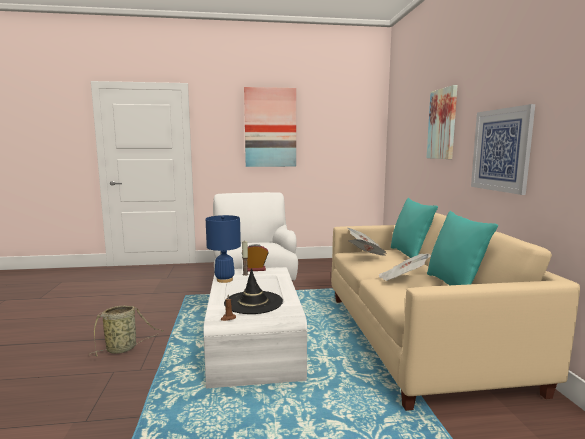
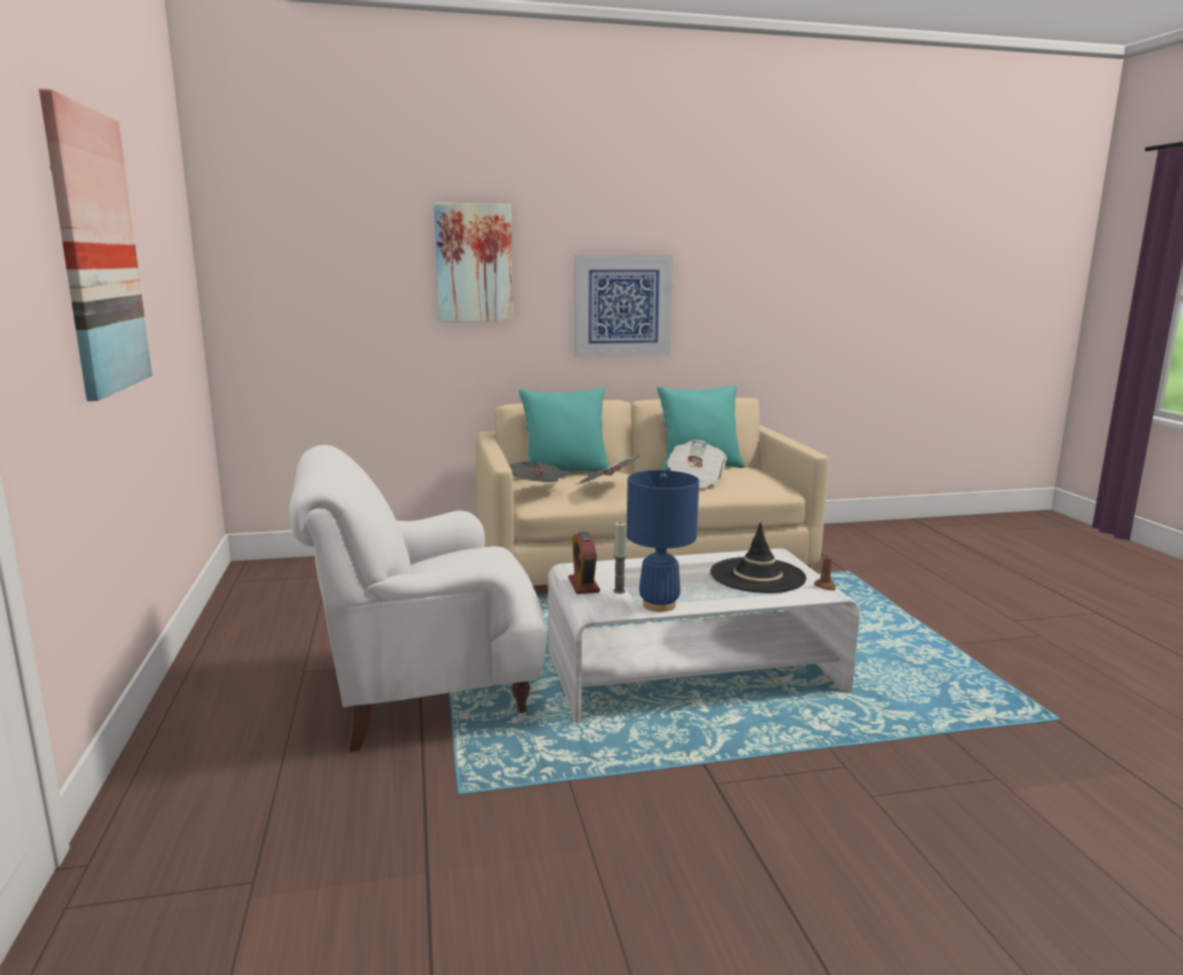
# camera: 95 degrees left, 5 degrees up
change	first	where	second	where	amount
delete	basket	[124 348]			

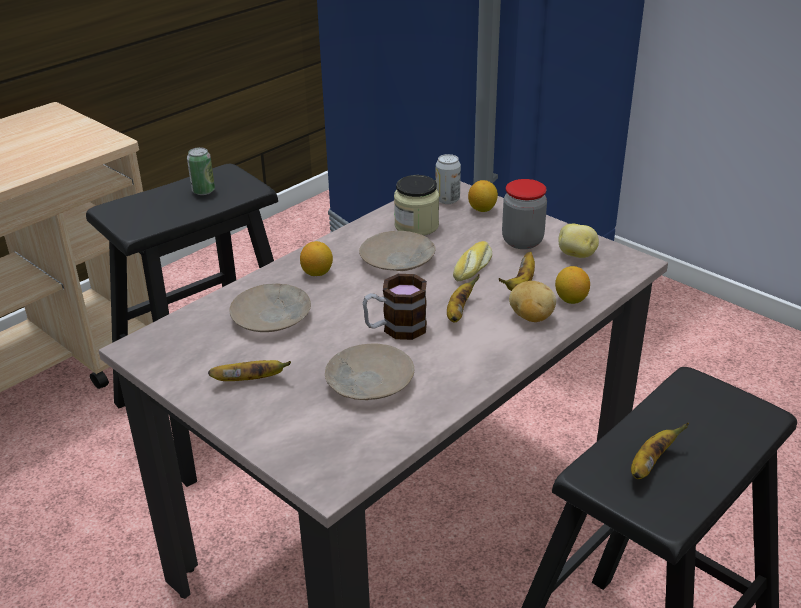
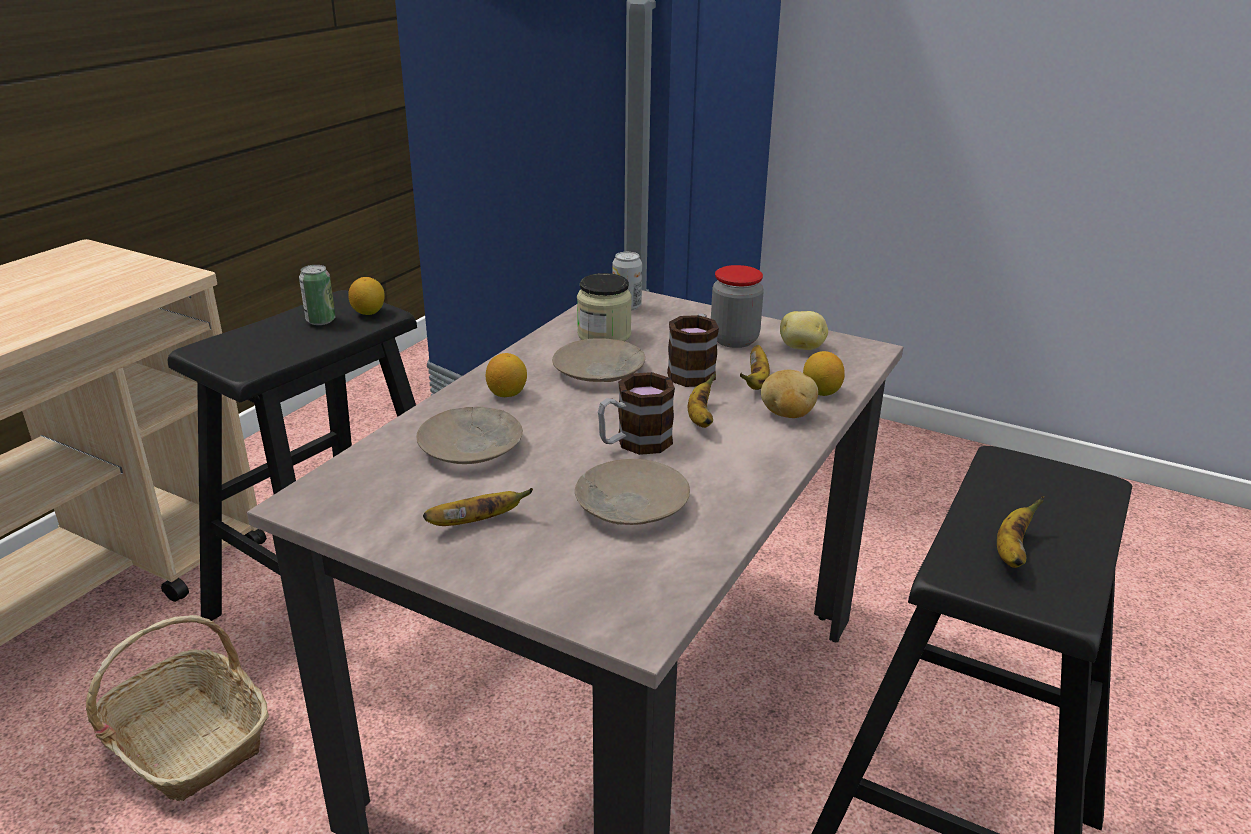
# camera: 15 degrees left, 5 degrees down
change	first	where	second	where	amount
move	citrus fruit	[482 209]		[369 312]	
replace	bread	[474 268]	coffee mug	[693 371]	
insert			basket	[187 741]	

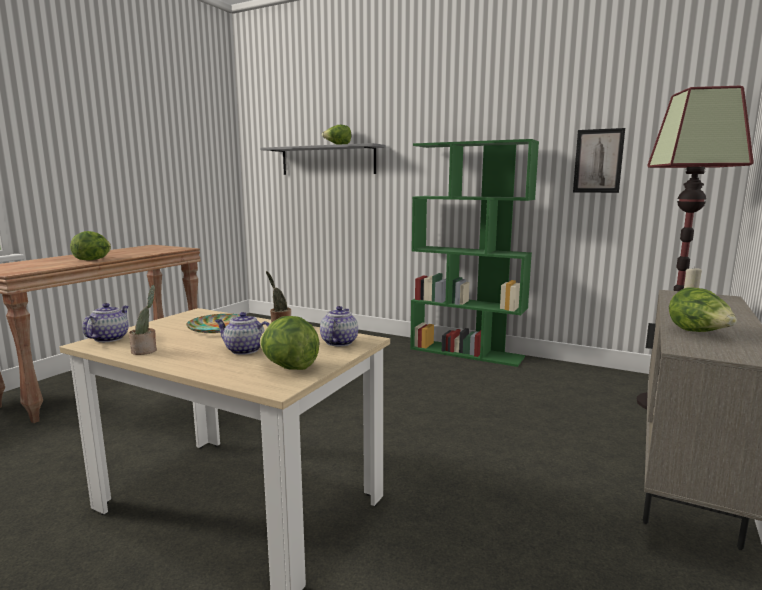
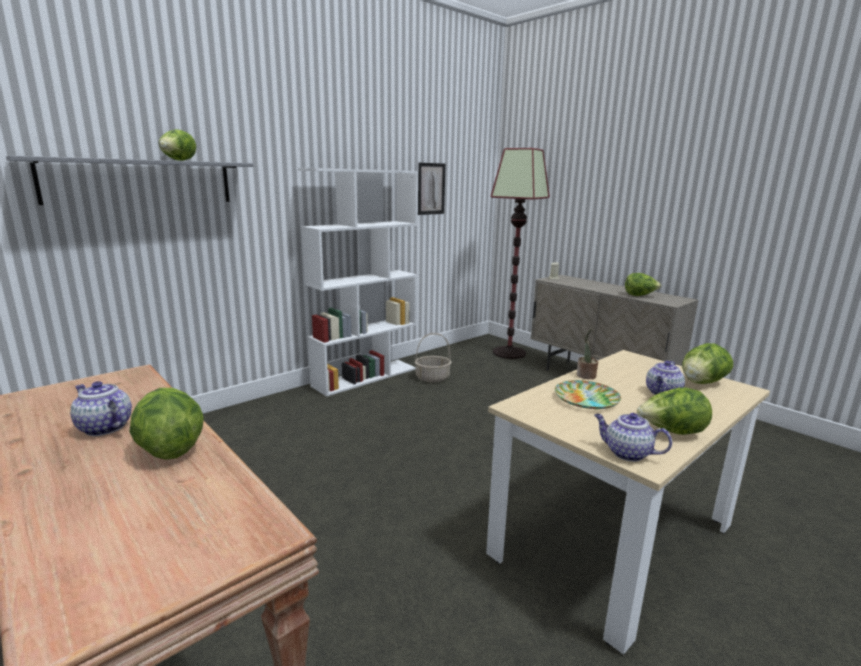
# camera: 70 degrees left, 5 degrees up
change	first	where	second	where	amount
recolor	bookcase (green-coloured)	[467 353]	bookcase (whitish)	[365 377]	
replace	plant in a pot	[146 350]	head of lettuce	[671 432]	
move	teapot	[339 342]		[104 427]	
insert			basket	[433 378]	

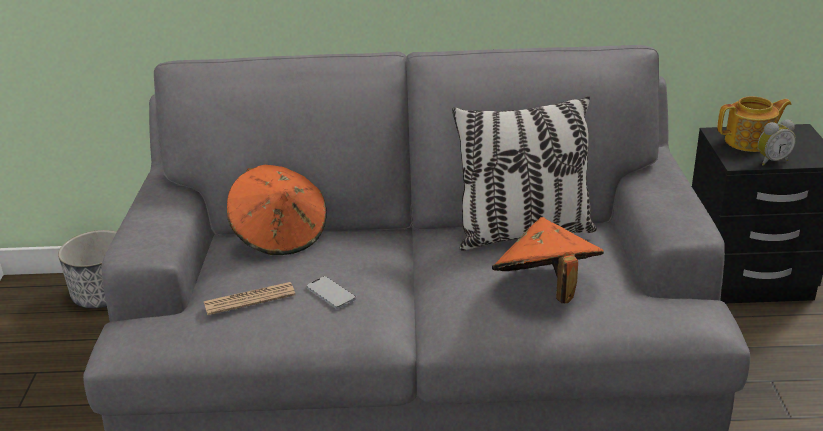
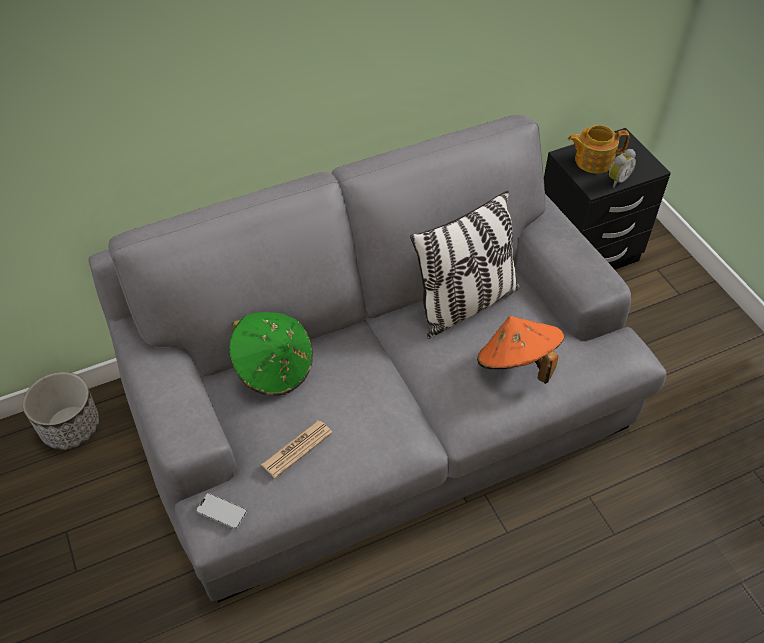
# camera: 25 degrees left, 20 degrees up
change	first	where	second	where	amount
rotate	teapot	[750 141]		[593 160]	150 degrees counterclockwise
recolor	clothing hat (orange)	[280 235]	clothing hat (green-coloured)	[274 367]	
move	handset	[331 293]		[222 511]	

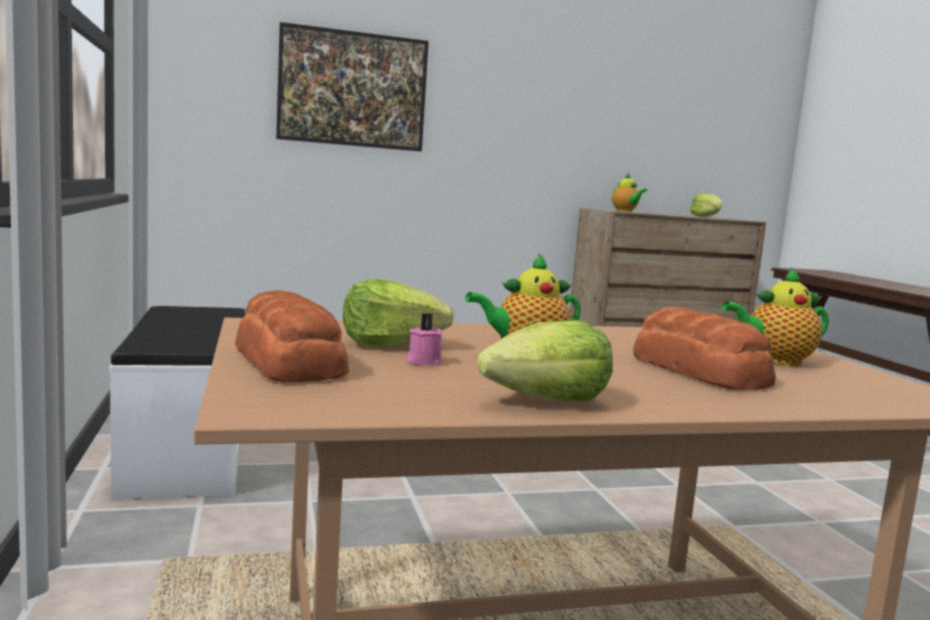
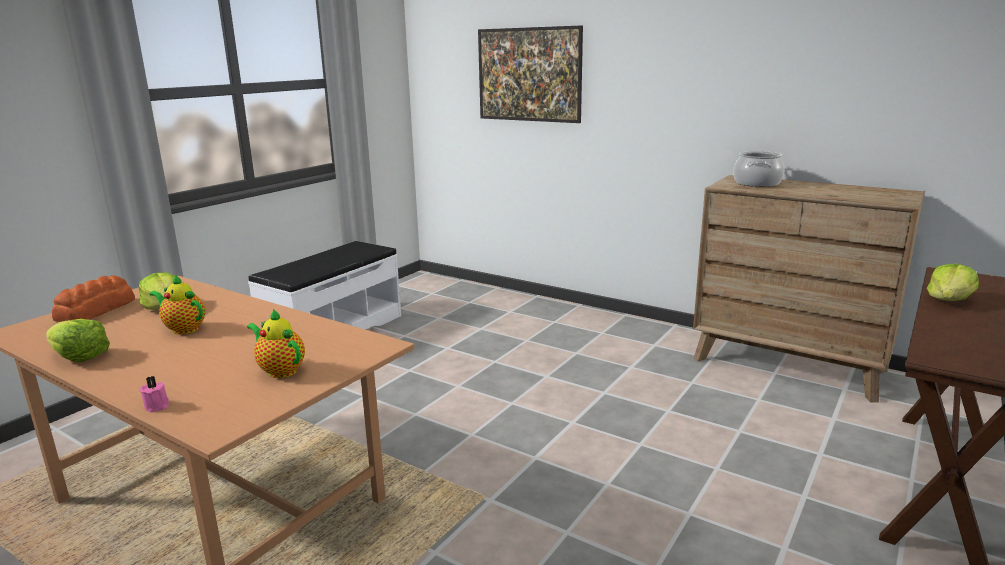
# camera: 50 degrees right, 10 degrees up
change	first	where	second	where	amount
replace	teapot	[625 211]	cooking pot	[756 183]	
move	head of lettuce	[706 217]		[949 300]	
delete	bread	[699 372]			
move	candle (pink)	[423 361]		[157 405]	

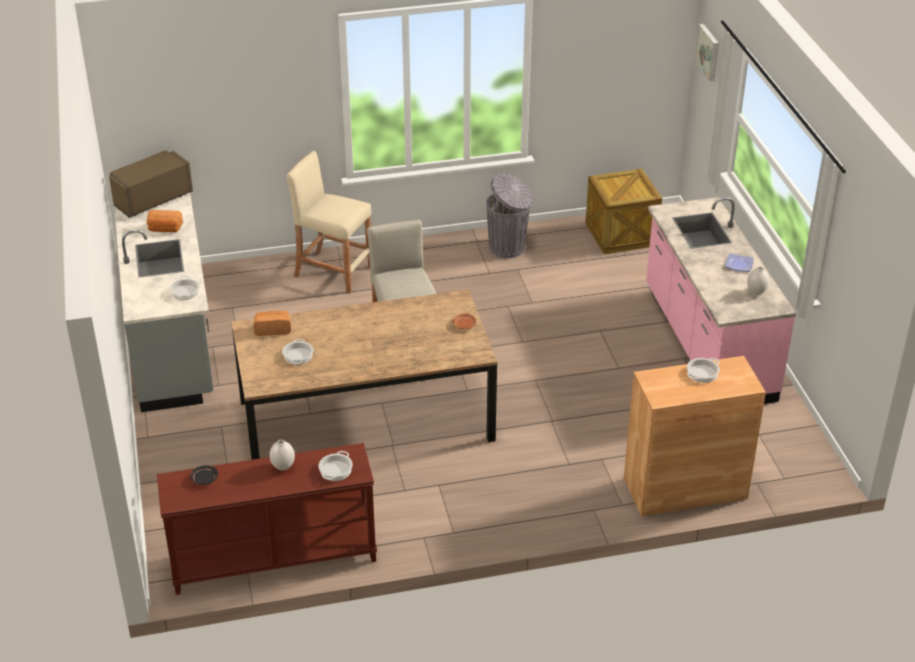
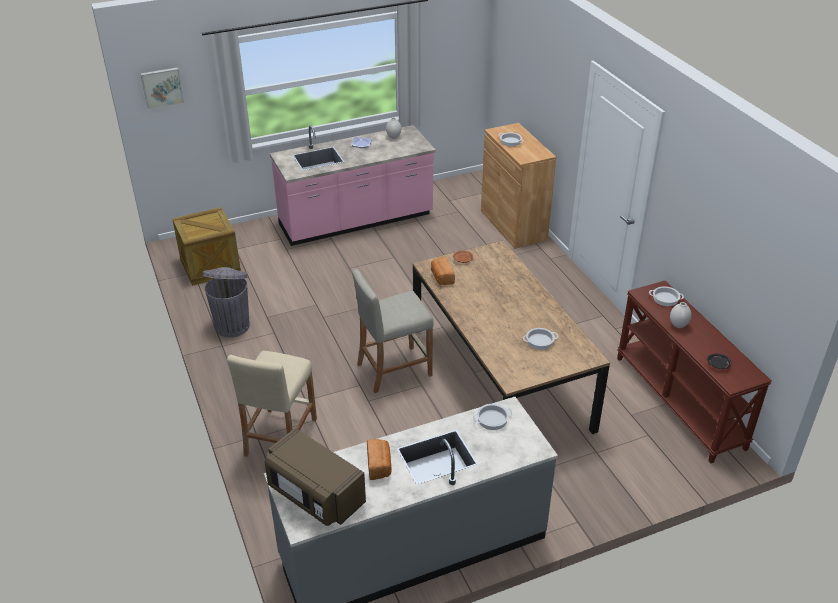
# camera: 100 degrees left, 0 degrees up
change	first	where	second	where	amount
move	bread	[272 329]		[442 277]	

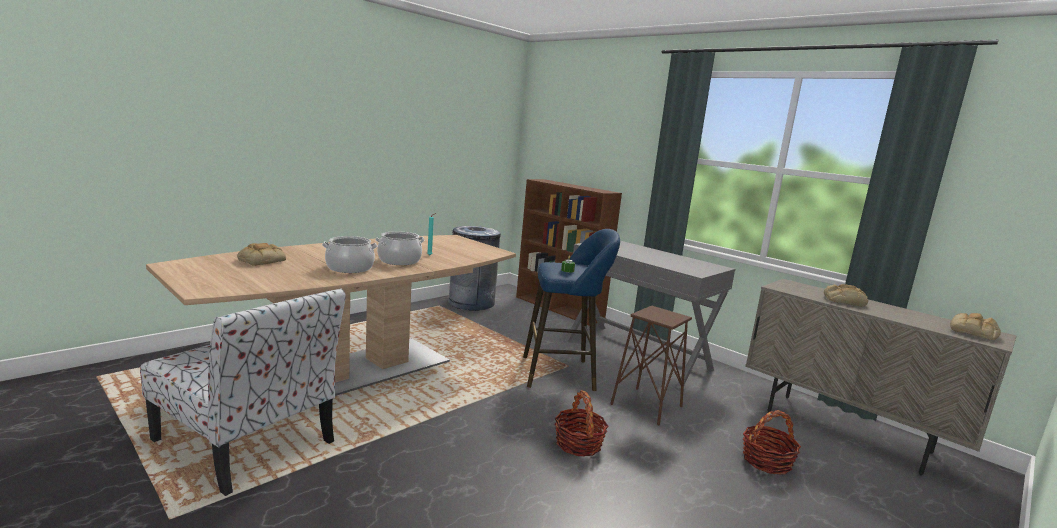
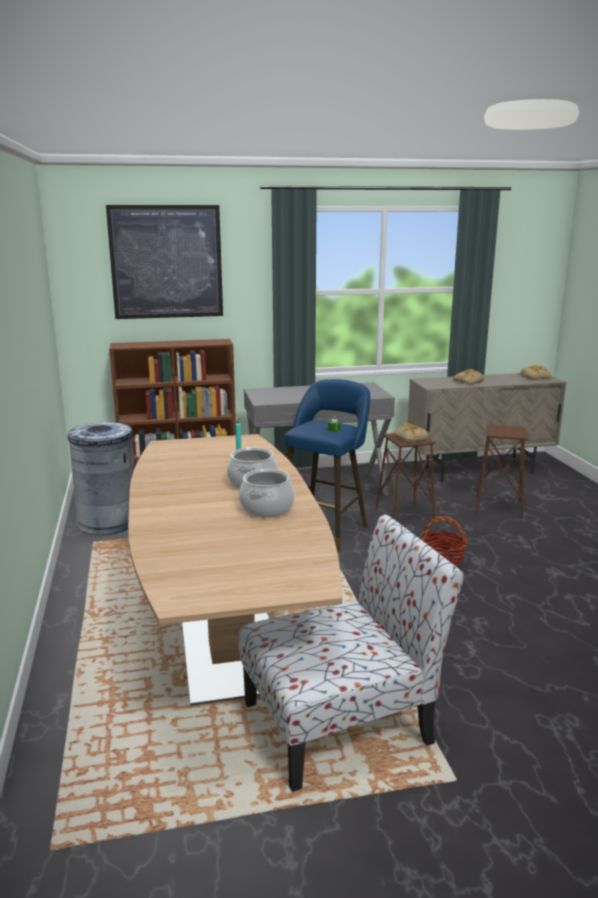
# camera: 55 degrees left, 5 degrees up
change	first	where	second	where	amount
move	bread	[262 260]		[409 437]	
replace	basket	[766 461]	stool (brown)	[498 507]	
insert			wall art	[166 262]	

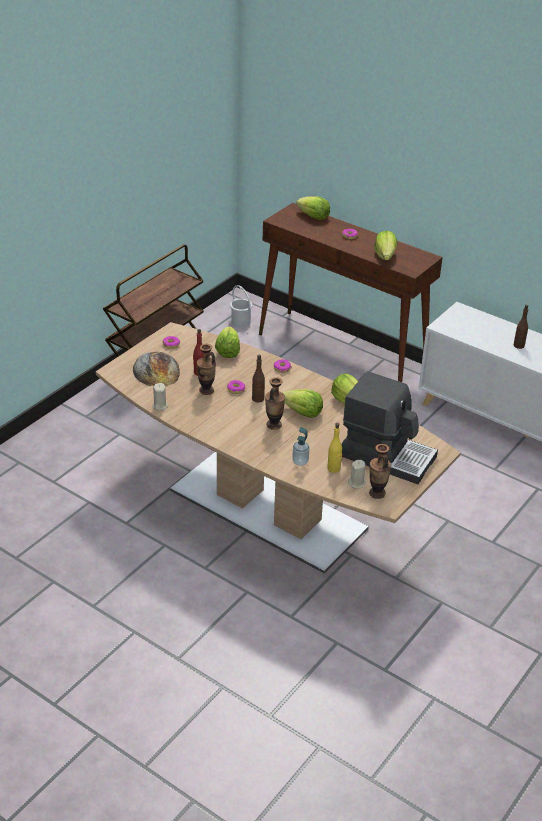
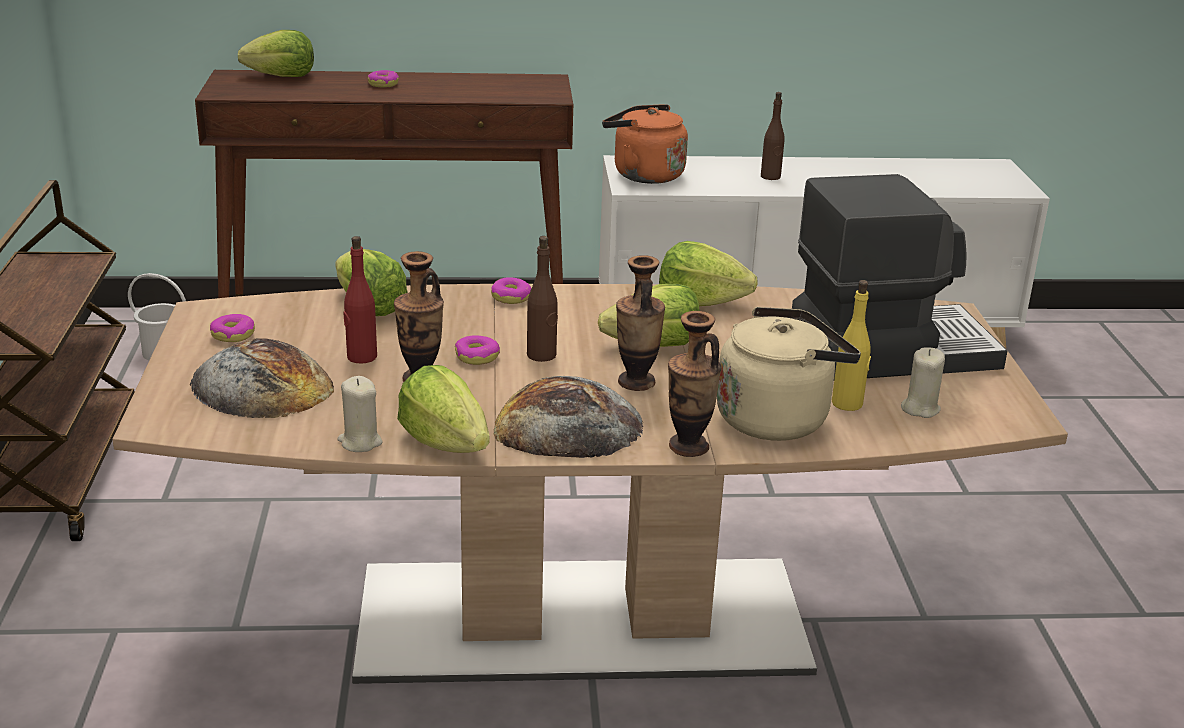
# camera: 40 degrees left, 10 degrees down
change	first	where	second	where	amount
move	head of lettuce	[385 256]		[446 443]	
replace	soap bottle	[300 462]	kettle (beige)	[777 418]	
move	flower vase	[377 493]		[688 447]	
insert			kettle (orange)	[643 175]	
insert			bread	[567 426]	

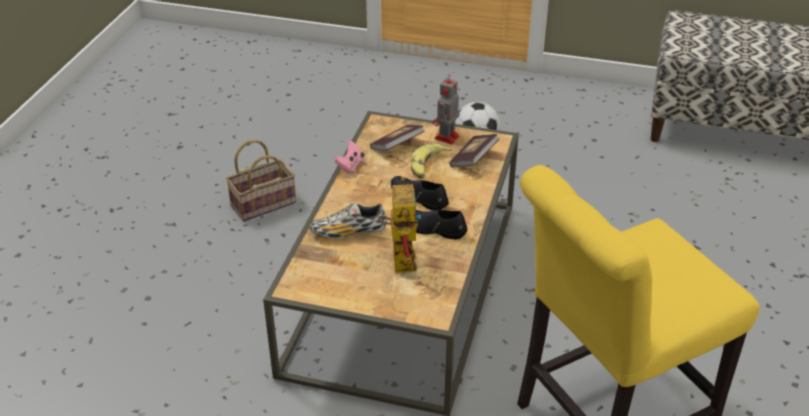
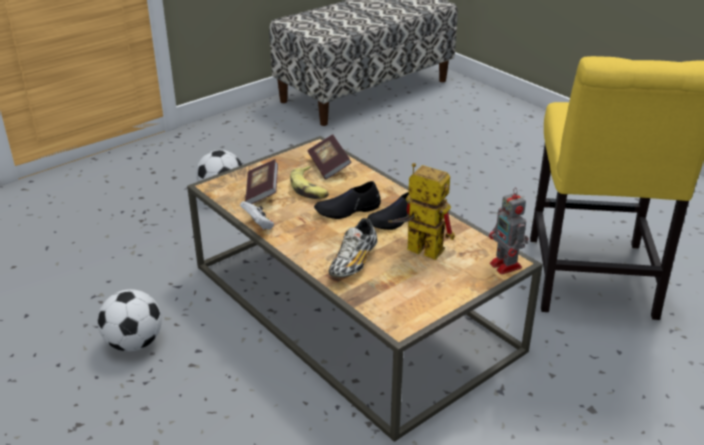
# camera: 55 degrees left, 5 degrees down
change	first	where	second	where	amount
move	toy robot	[446 138]		[506 266]	
replace	basket	[264 203]	ball for football	[134 343]	
recolor	game controller (pink)	[350 166]	game controller (whitish)	[258 225]	

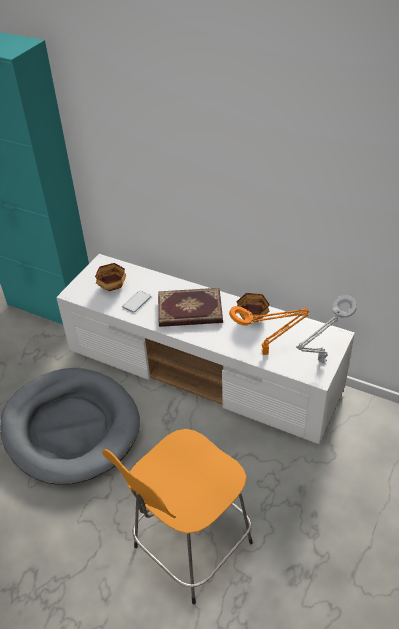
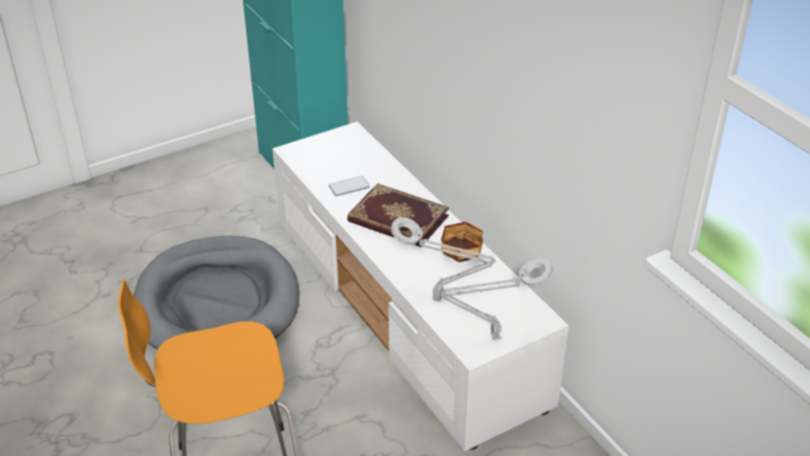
# camera: 30 degrees right, 5 degrees down
change	first	where	second	where	amount
delete	bowl	[113 286]			
recolor	tabletop lamp (orange)	[267 352]	tabletop lamp (greyish)	[441 299]	

